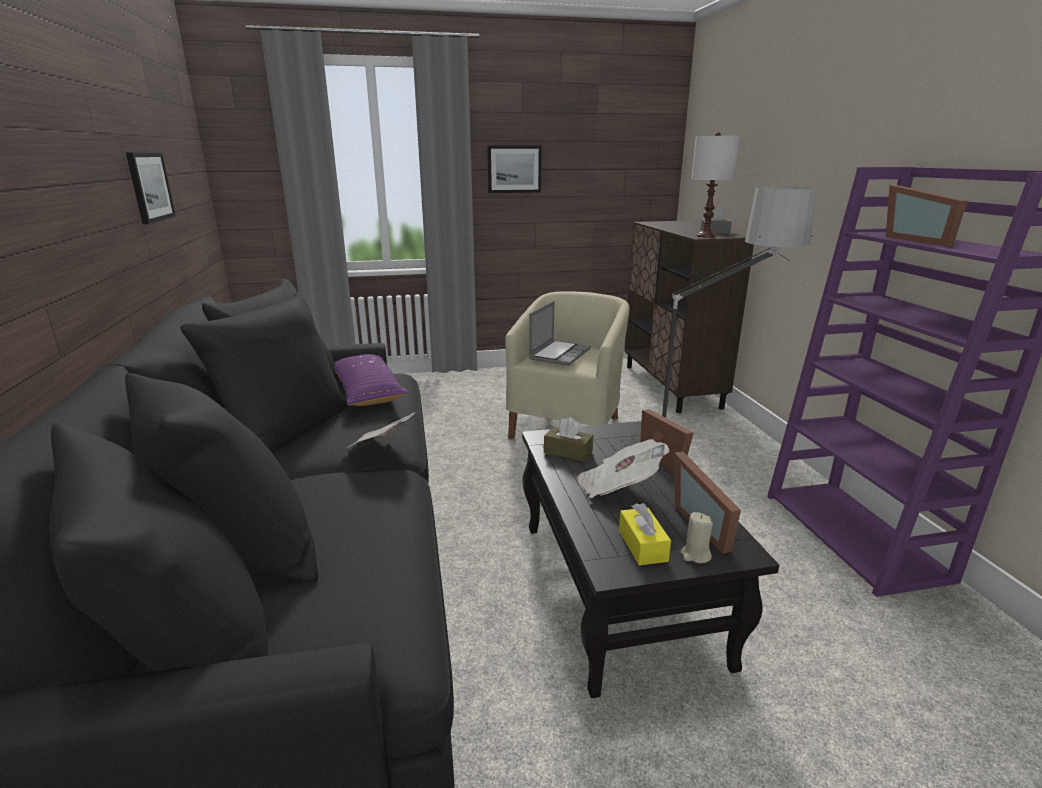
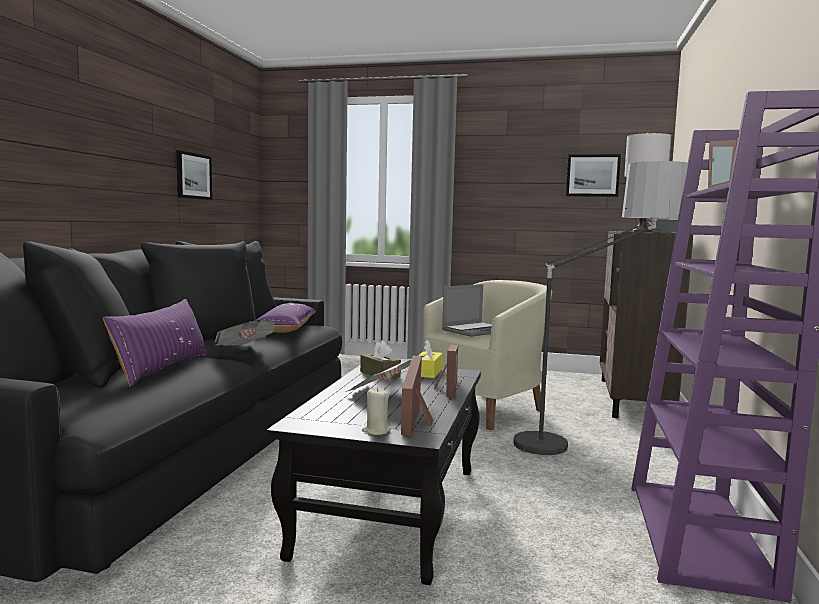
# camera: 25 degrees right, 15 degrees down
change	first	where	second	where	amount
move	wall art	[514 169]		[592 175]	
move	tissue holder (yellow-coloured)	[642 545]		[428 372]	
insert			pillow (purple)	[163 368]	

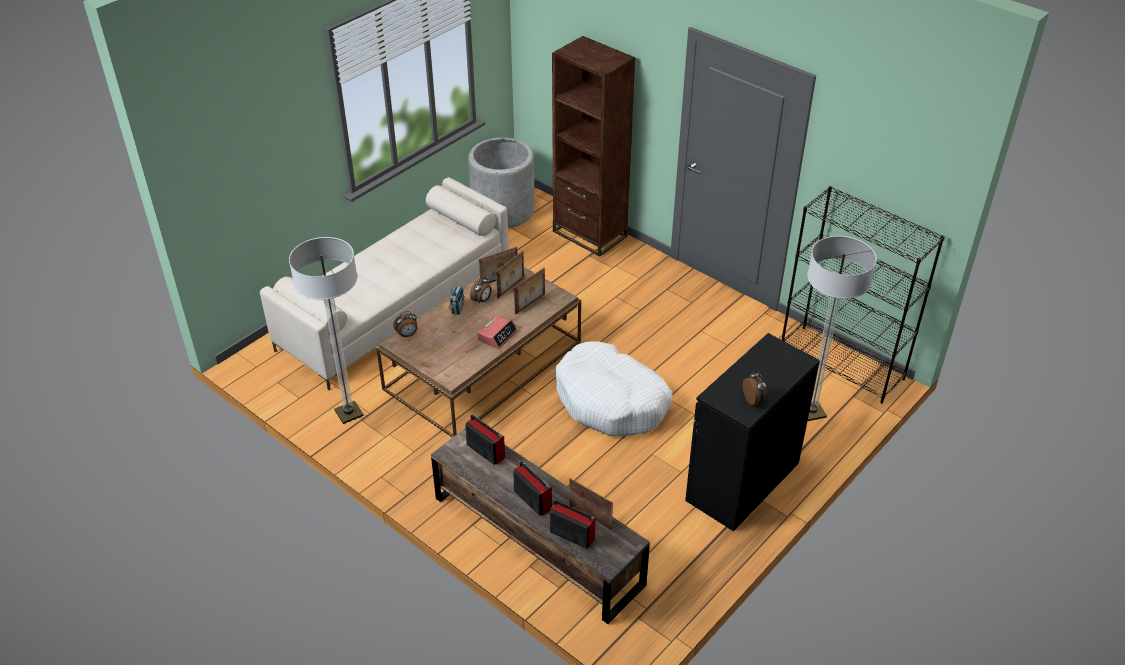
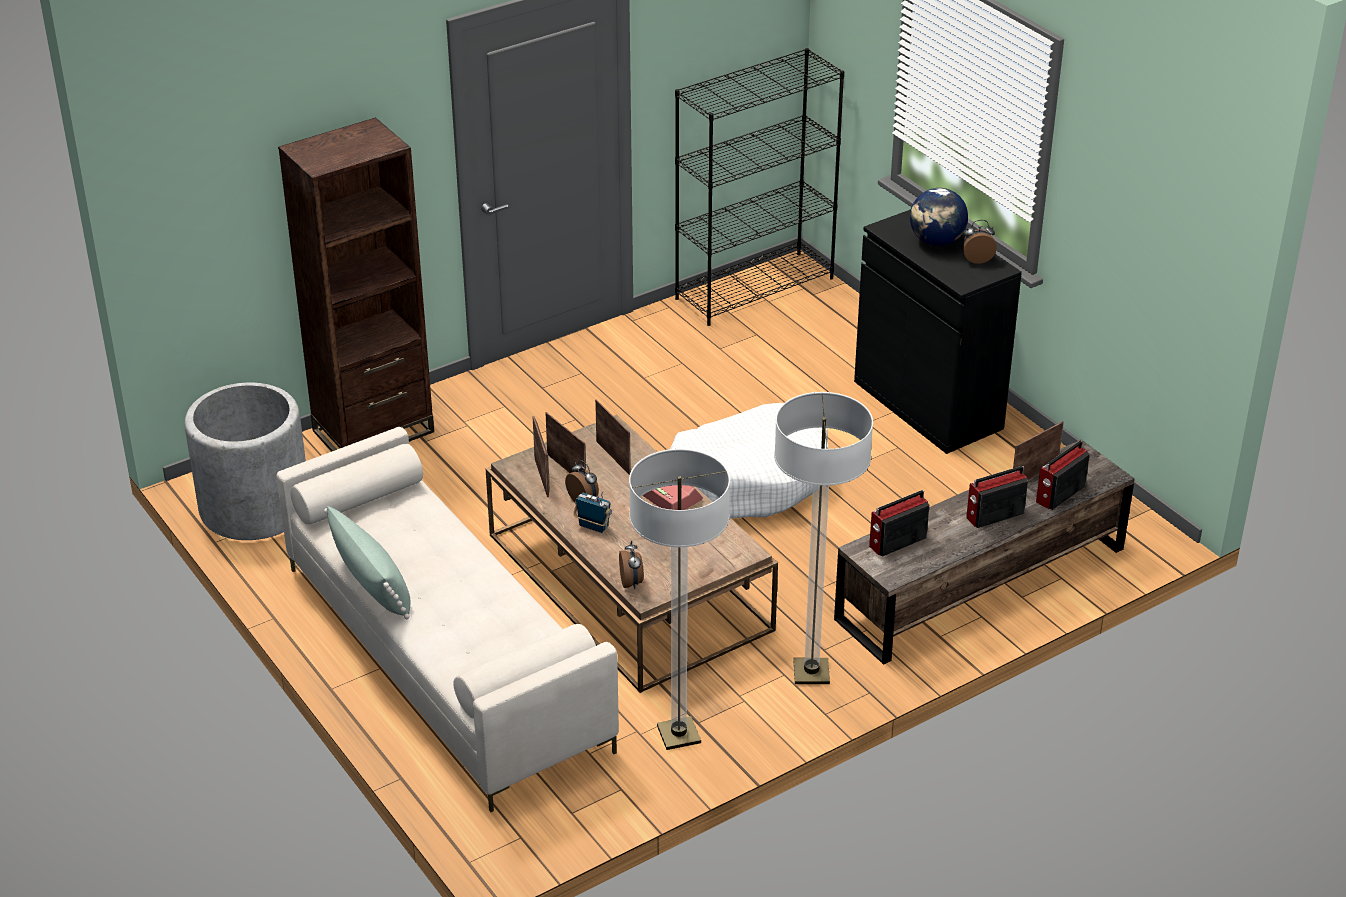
# camera: 75 degrees left, 5 degrees down
change	first	where	second	where	amount
move	standard lamp	[811 412]		[811 673]	
insert			globe	[936 242]	
insert			pillow (green-coloured)	[372 583]	

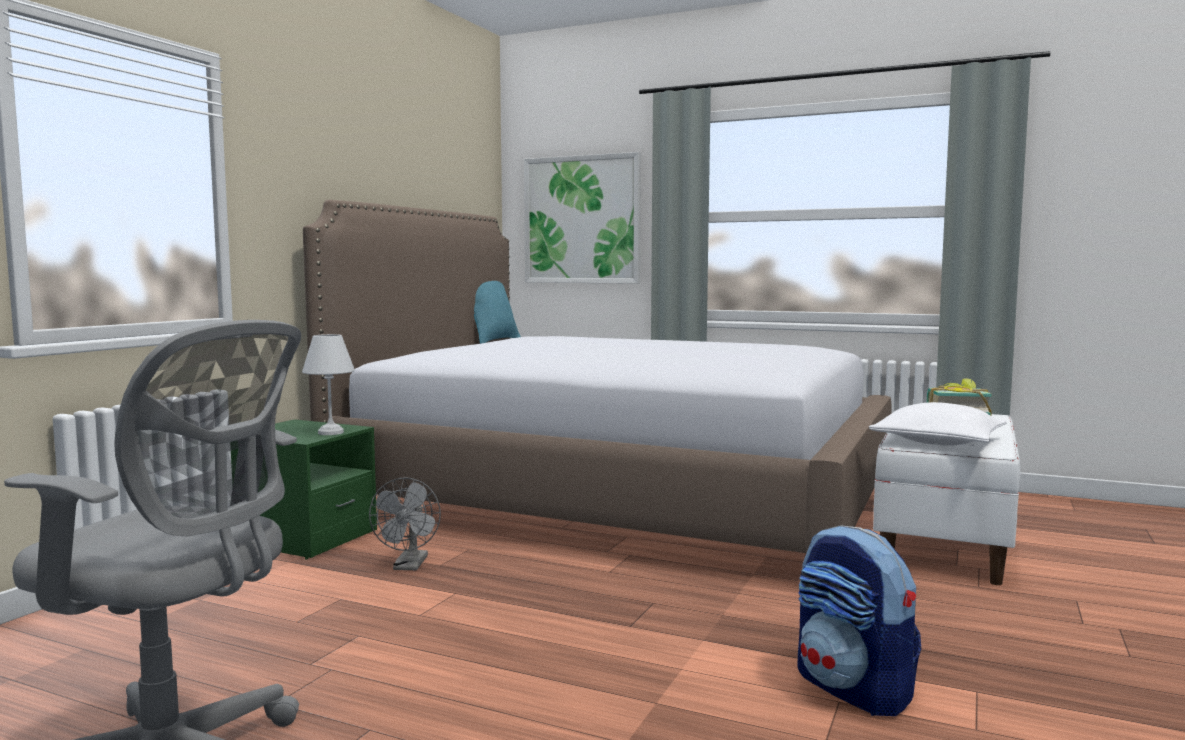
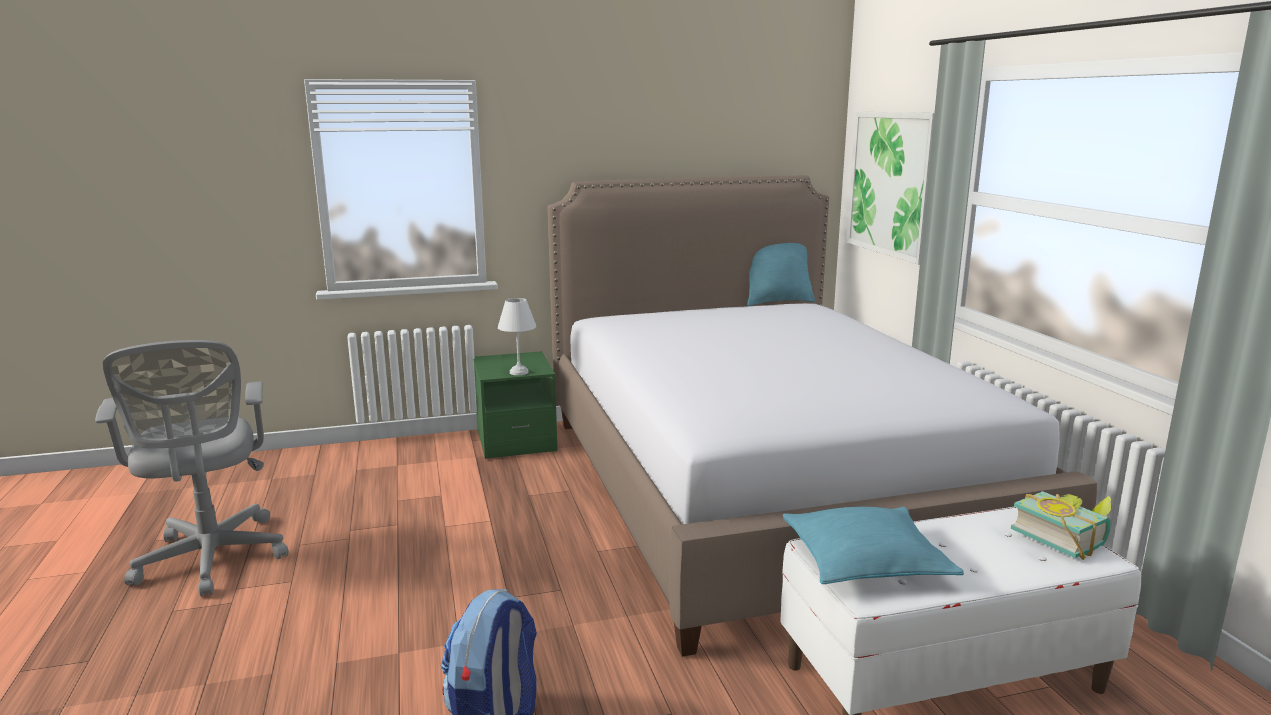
# camera: 50 degrees right, 10 degrees up
change	first	where	second	where	amount
recolor	pillow (whitish)	[938 442]	pillow (turquoise-coloured)	[865 561]	
delete	fan (greyish)	[409 566]			

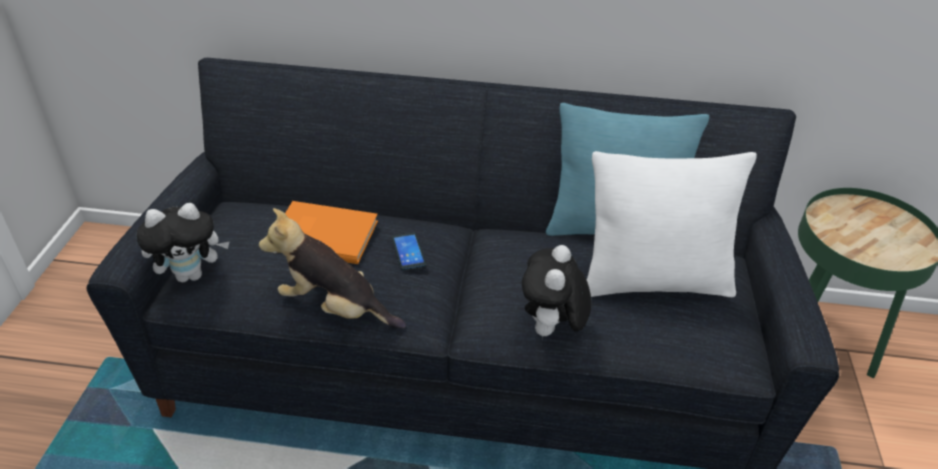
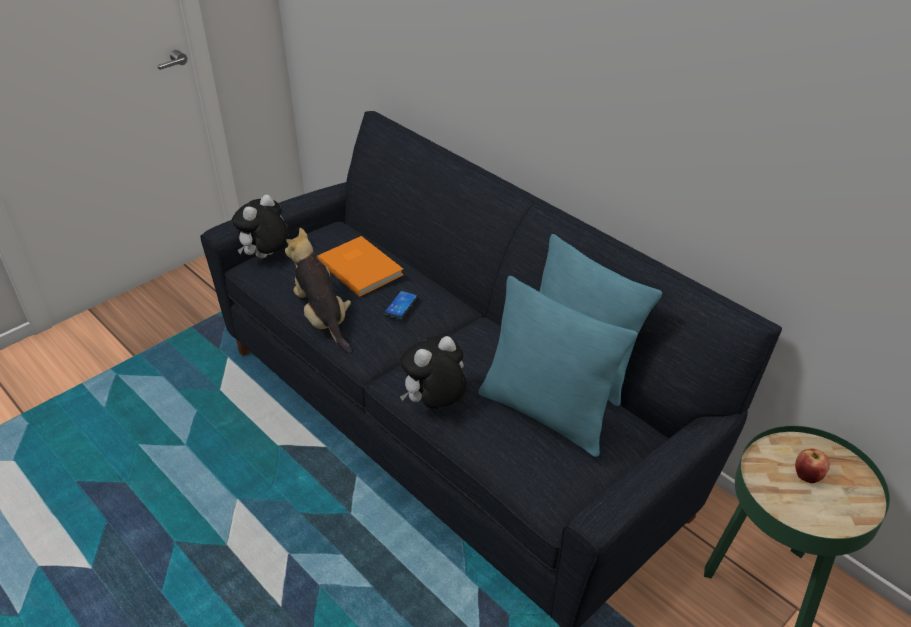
# camera: 40 degrees right, 0 degrees up
change	first	where	second	where	amount
recolor	pillow (whitish)	[653 282]	pillow (turquoise-coloured)	[546 413]	
rotate	plush toy	[191 274]		[266 257]	105 degrees clockwise
insert			whole apple	[807 476]	

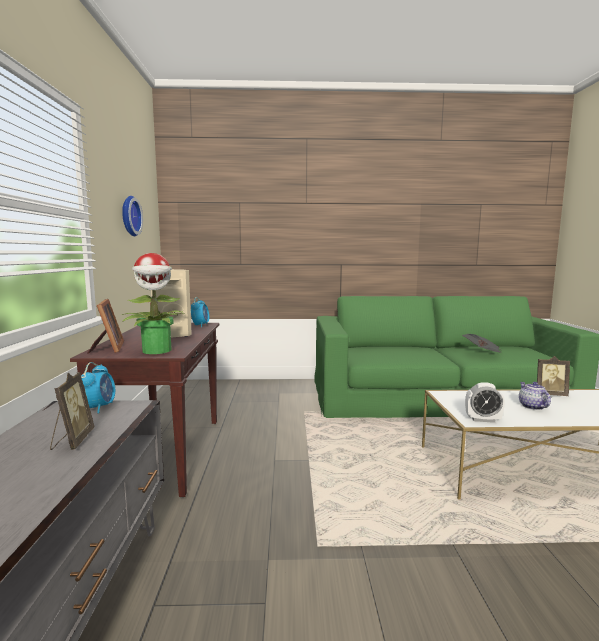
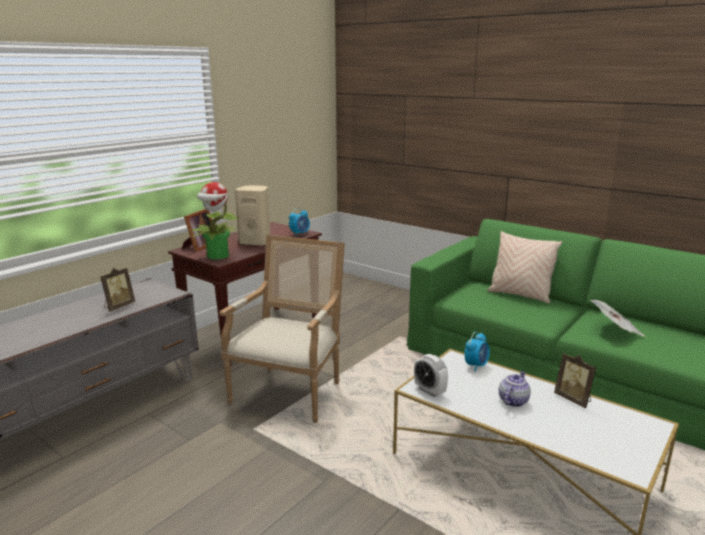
# camera: 40 degrees right, 10 degrees up
change	first	where	second	where	amount
delete	clock on the wall	[129 216]			
move	bedside clock	[99 407]		[476 365]	
insert			pillow (beige)	[520 295]	
insert			armchair	[290 391]	

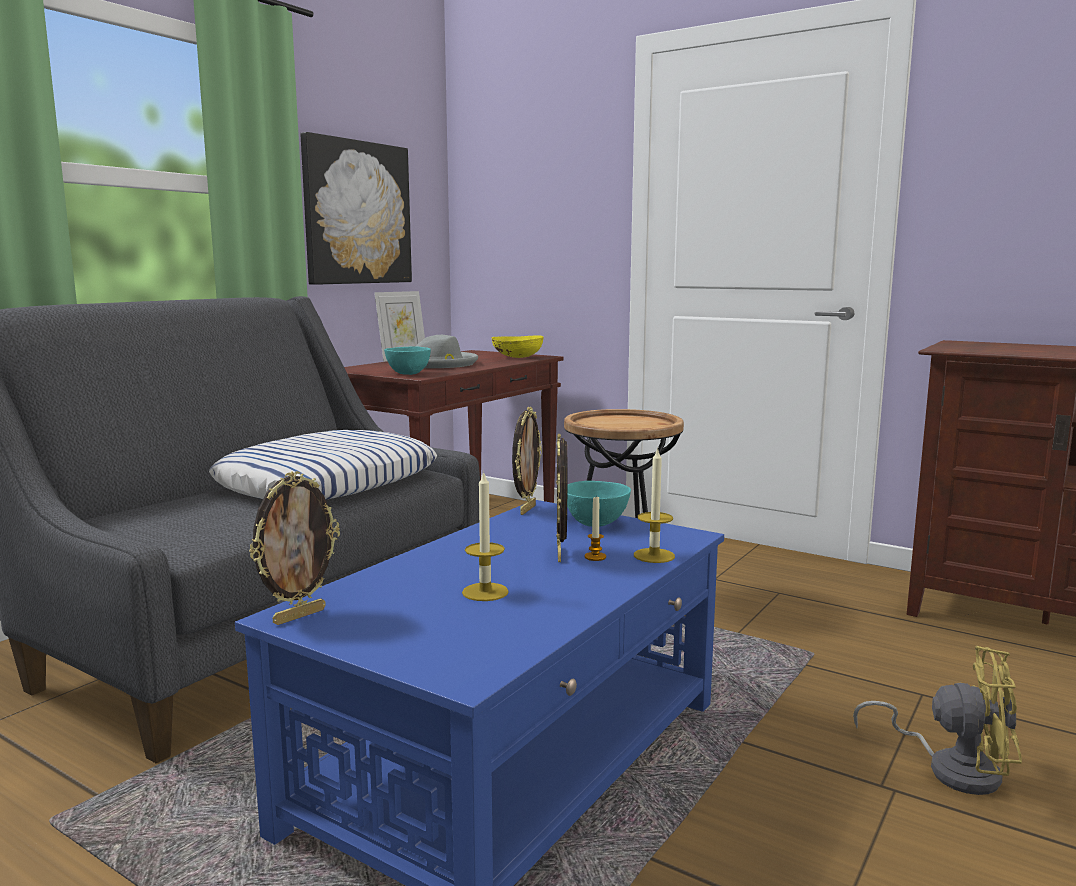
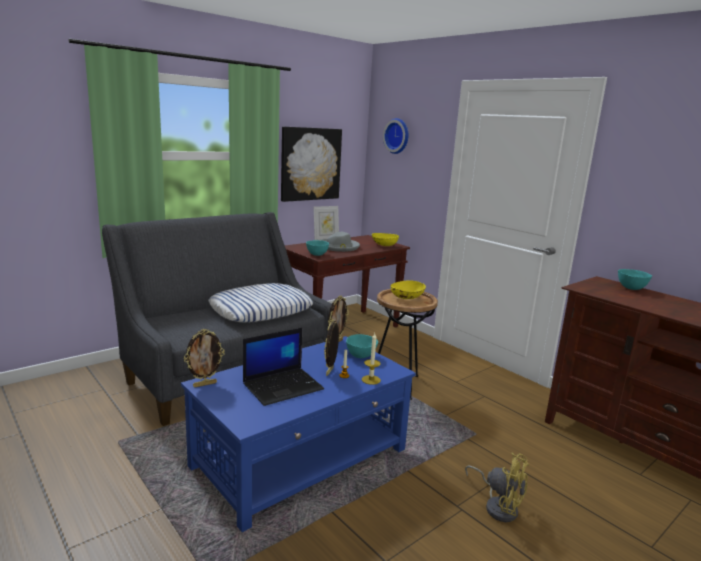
# camera: 15 degrees right, 5 degrees up
change	first	where	second	where	amount
replace	candle	[485 592]	portable computer	[283 386]	
insert			clock on the wall	[398 136]	
insert			bowl (turquoise-coloured)	[630 288]	
insert			bowl (yellow-coloured)	[407 298]	

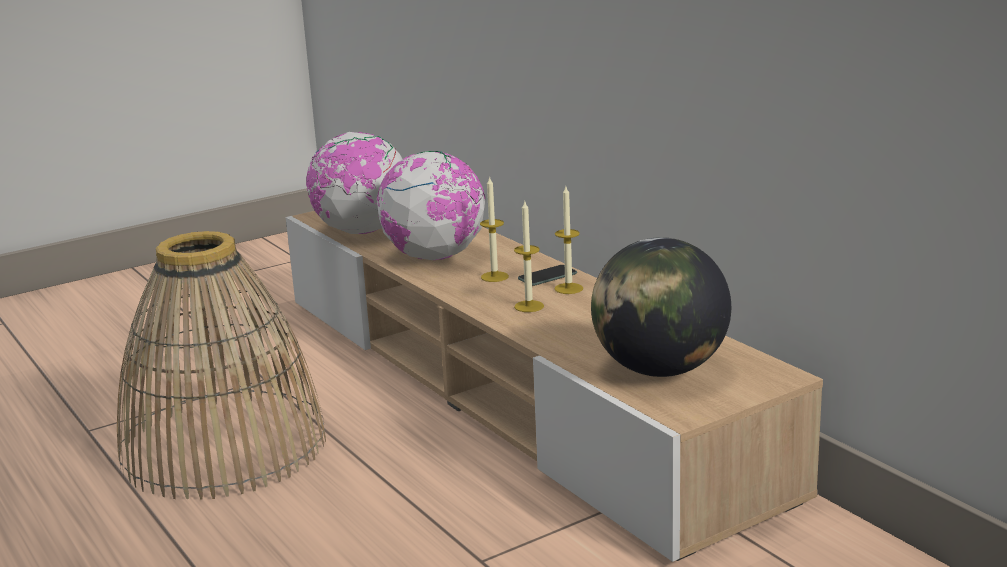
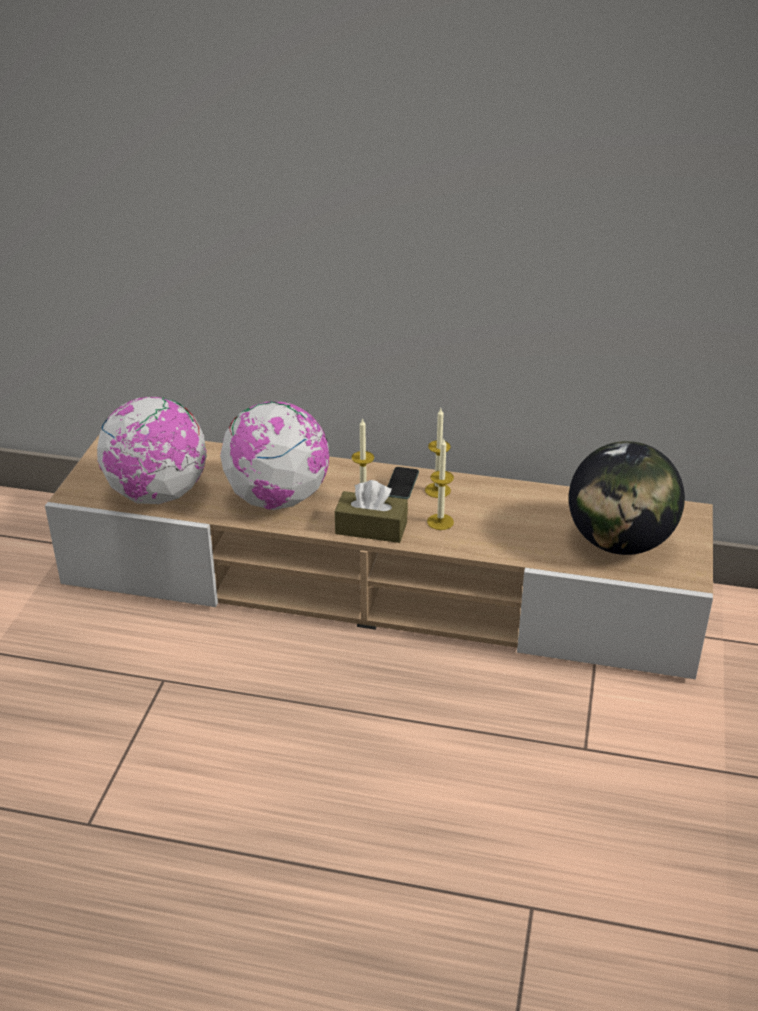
# camera: 45 degrees left, 15 degrees up
change	first	where	second	where	amount
delete	basket	[224 447]			
insert			tissue holder (brown)	[371 528]	

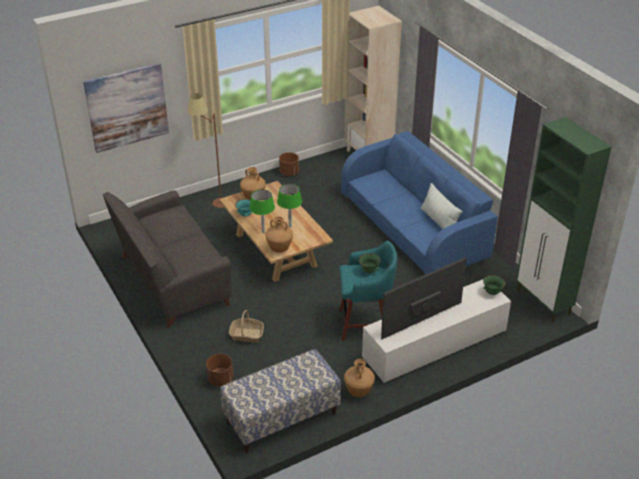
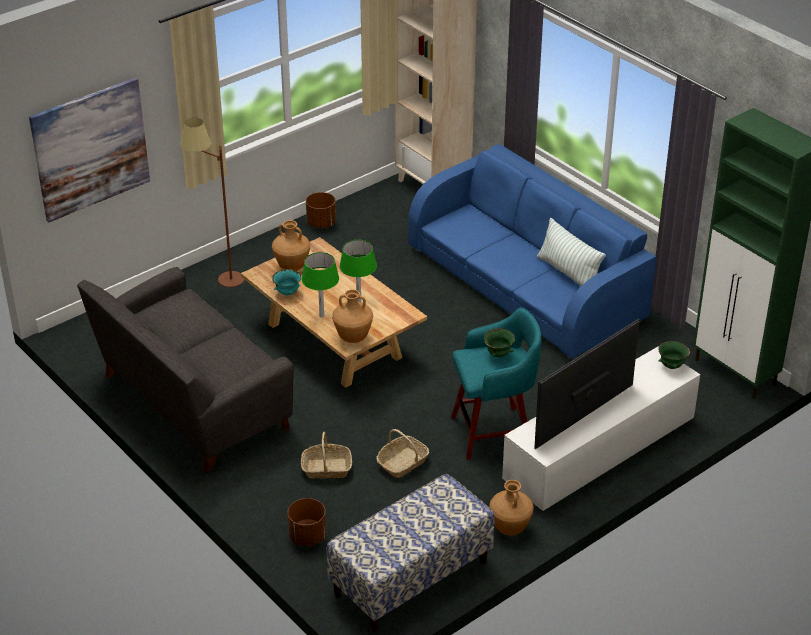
# camera: 10 degrees left, 0 degrees up
change	first	where	second	where	amount
insert			basket	[402 463]	

